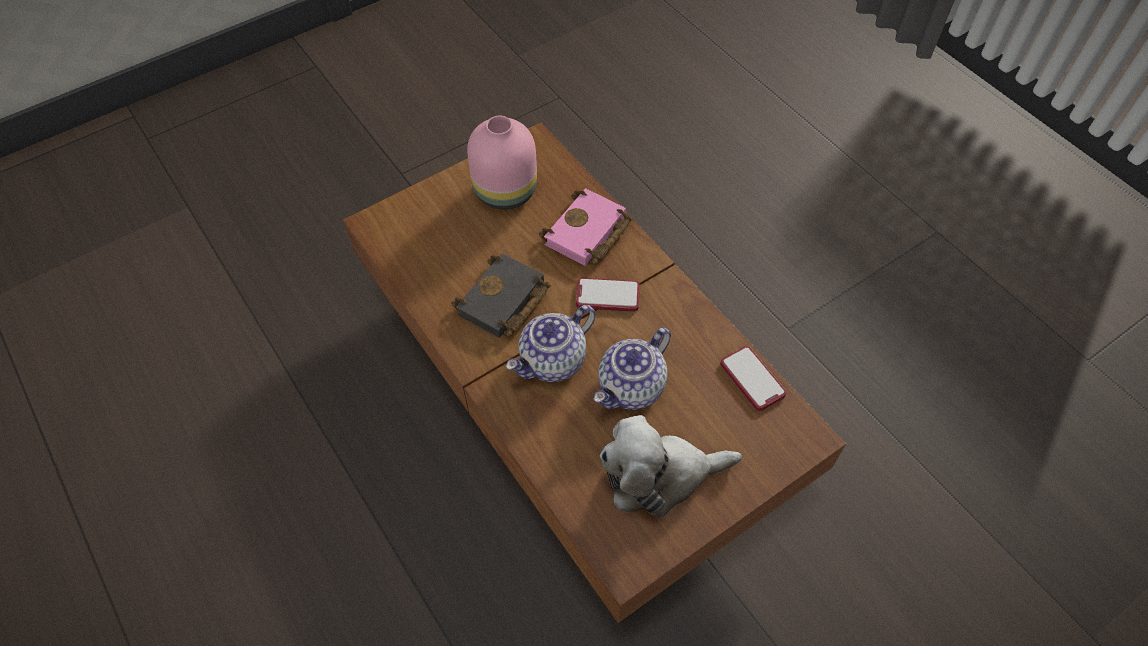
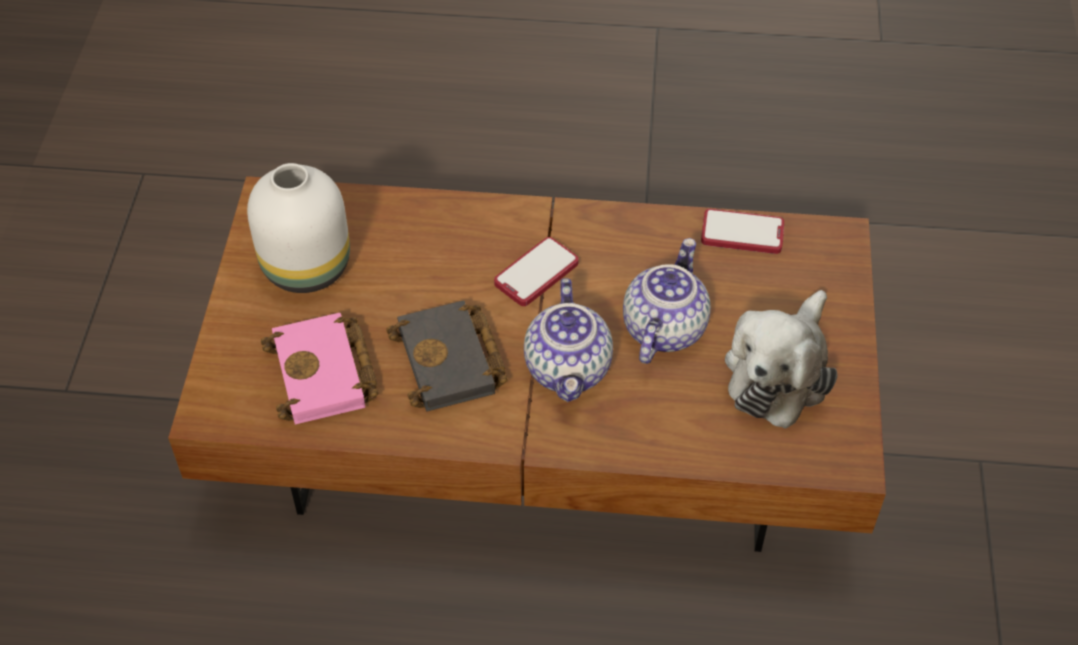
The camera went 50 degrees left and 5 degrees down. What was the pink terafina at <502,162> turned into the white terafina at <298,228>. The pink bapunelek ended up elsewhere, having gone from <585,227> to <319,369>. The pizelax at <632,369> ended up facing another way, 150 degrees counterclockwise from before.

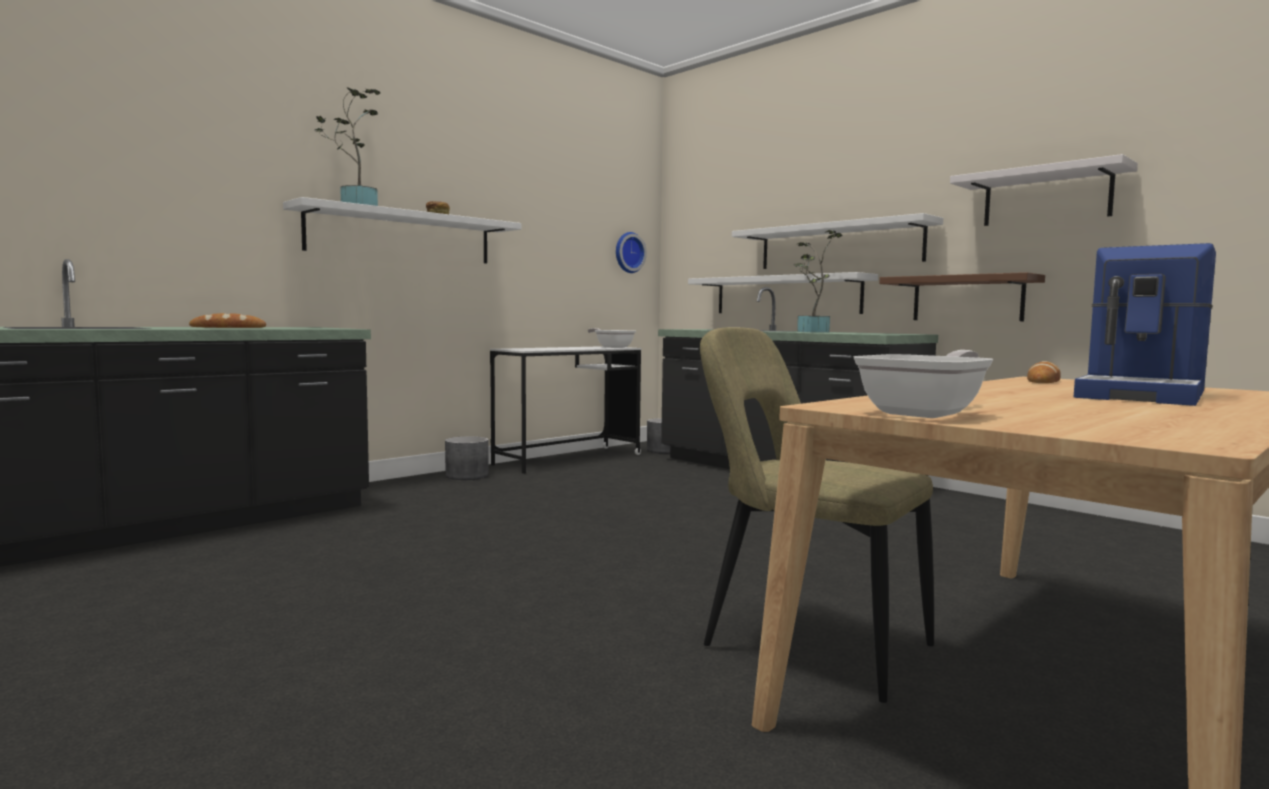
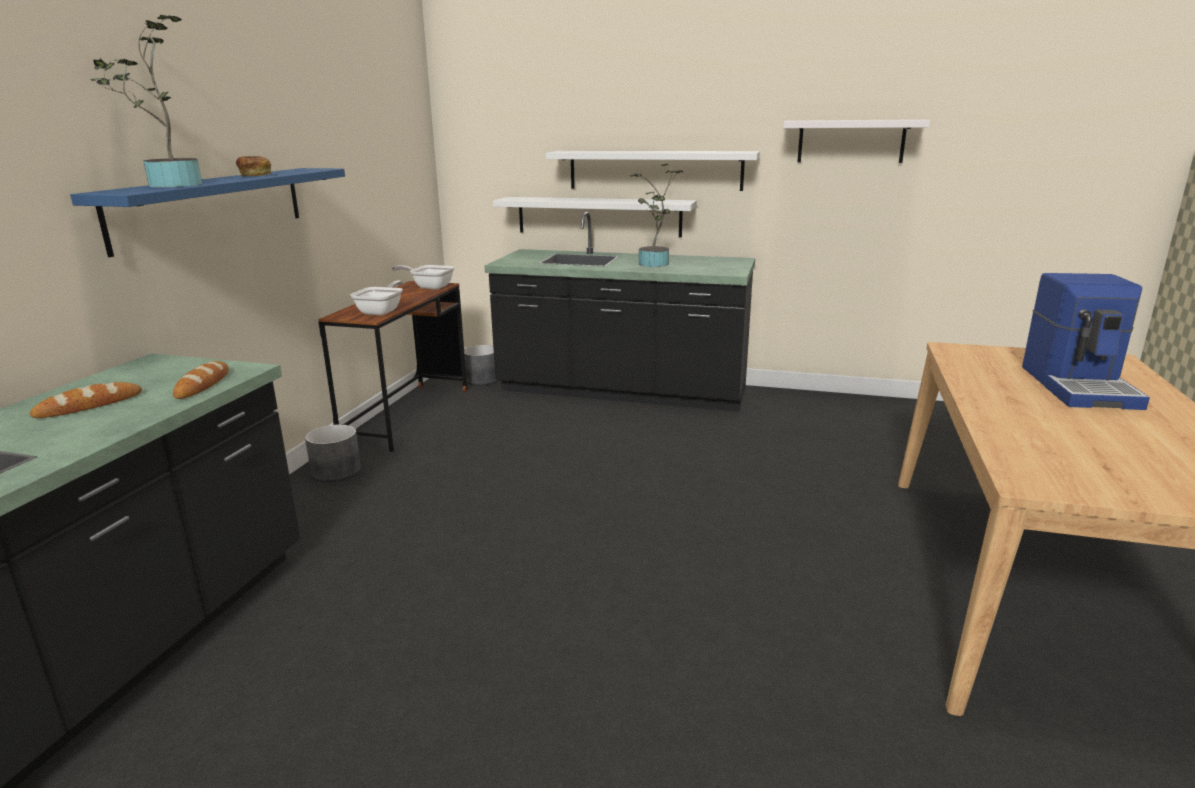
The camera went 30 degrees left and 15 degrees up. What was the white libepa at <402,230> turned into the blue libepa at <207,212>. The second view lost the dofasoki at <631,252>. The second view lost the brown libepa at <962,296>. The second view lost the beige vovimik at <817,515>. What was the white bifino at <565,410> turned into the brown bifino at <393,366>. The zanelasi ended up elsewhere, having gone from <923,384> to <376,298>. The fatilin ended up elsewhere, having gone from <1044,372> to <201,380>.

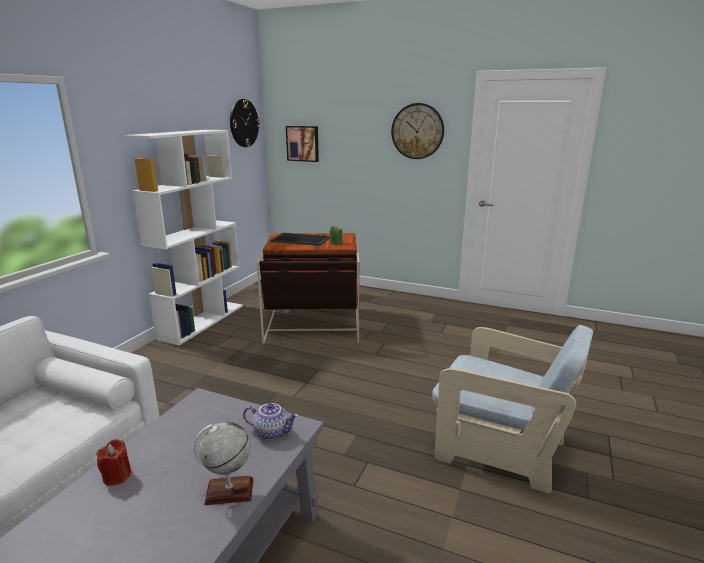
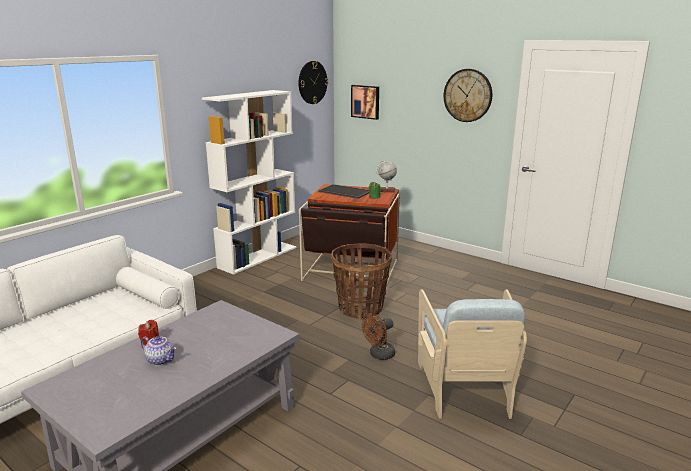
The camera went 15 degrees right and 0 degrees up. The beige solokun at <512,409> ended up facing another way, 45 degrees clockwise from before. The pizelax ended up elsewhere, having gone from <270,421> to <158,351>. The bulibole ended up elsewhere, having gone from <224,463> to <386,176>. The second view gained the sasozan at <361,281>. The second view gained the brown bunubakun at <378,336>.

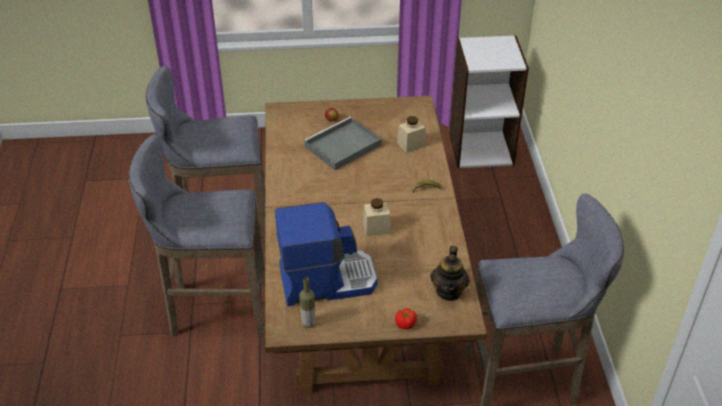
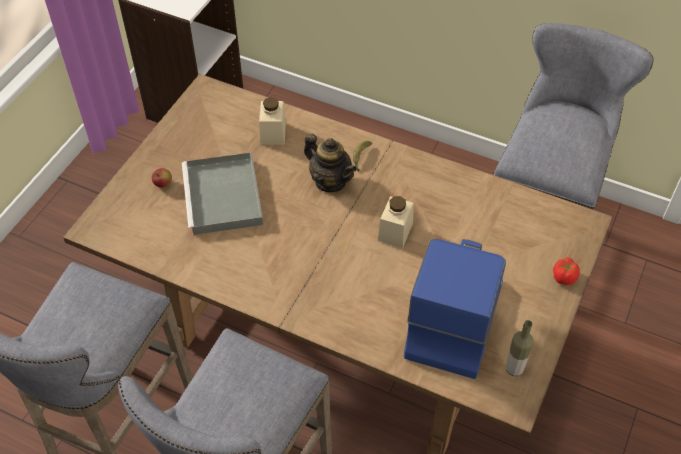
The camera went 60 degrees left and 10 degrees up. The pizelax ended up elsewhere, having gone from <450,273> to <330,162>.

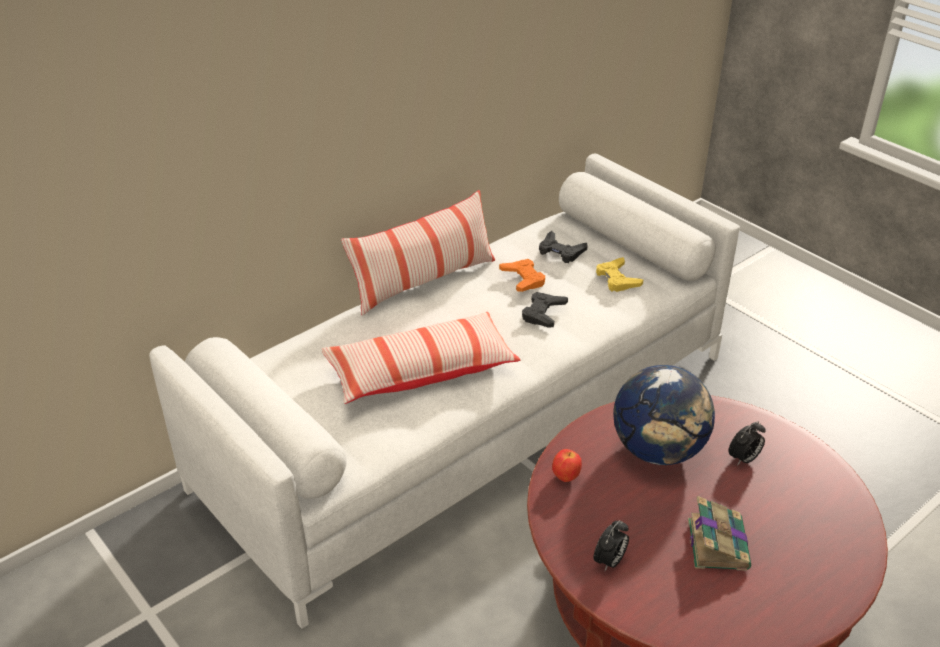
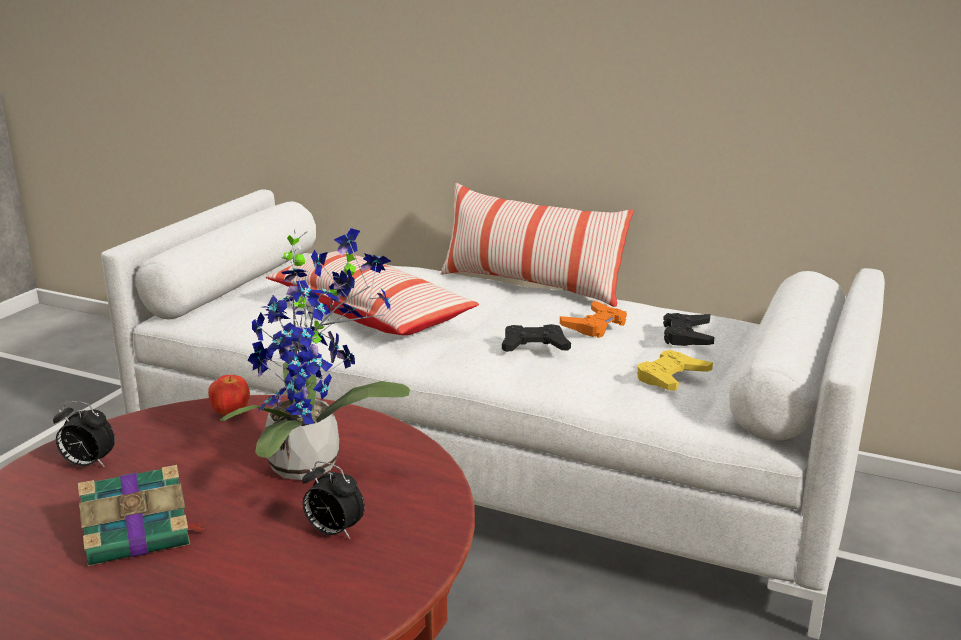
The camera went 65 degrees right and 15 degrees down. Where the bulibole stood at <664,415>, the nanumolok came to stand at <315,354>.

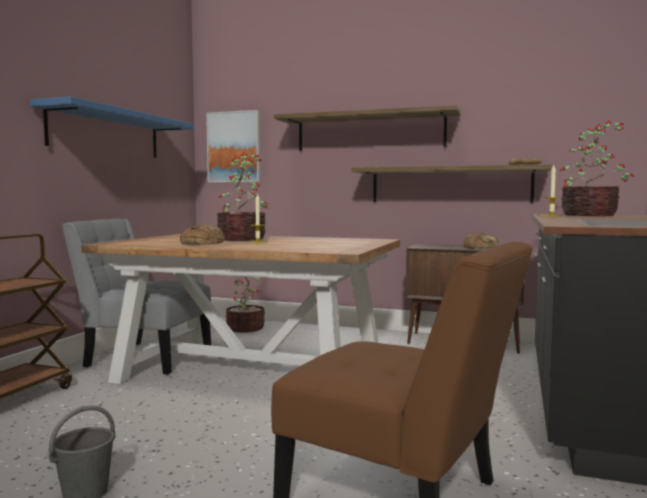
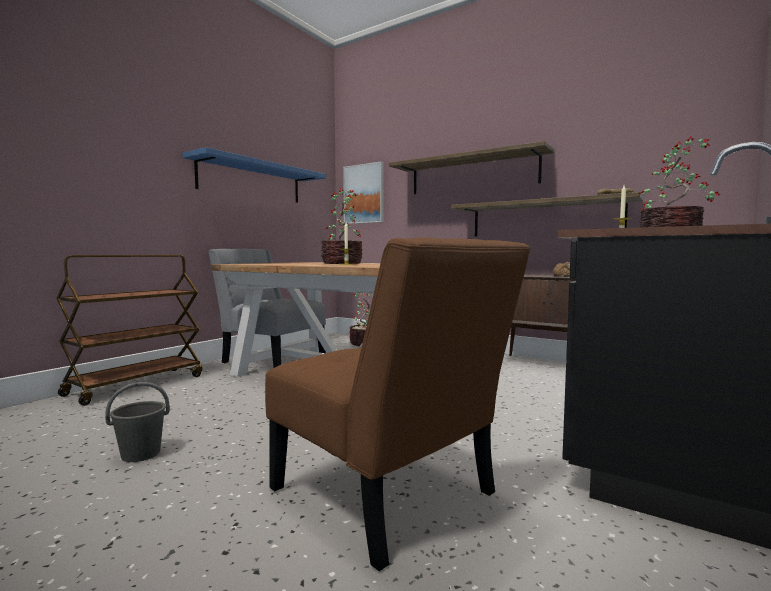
The camera went 15 degrees right and 0 degrees up. The second view lost the fatilin at <202,234>.

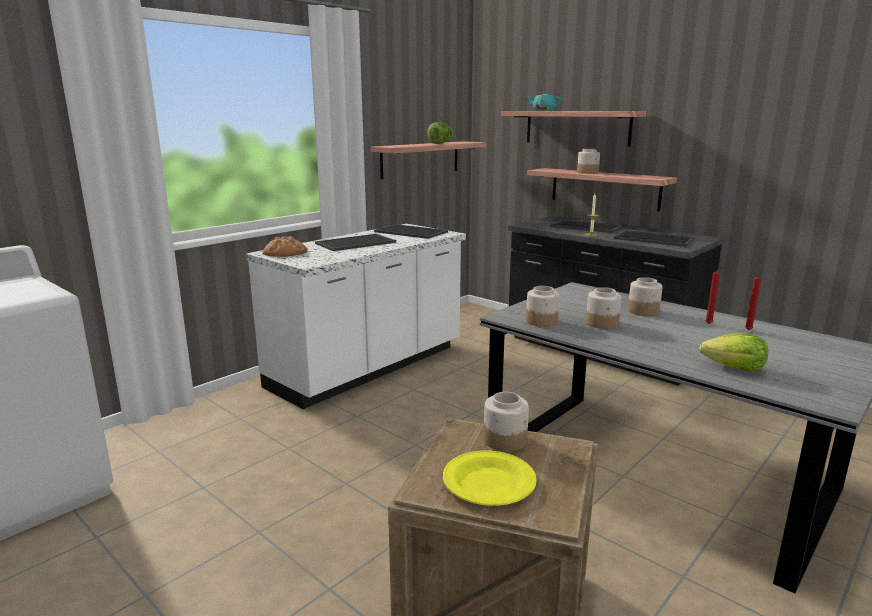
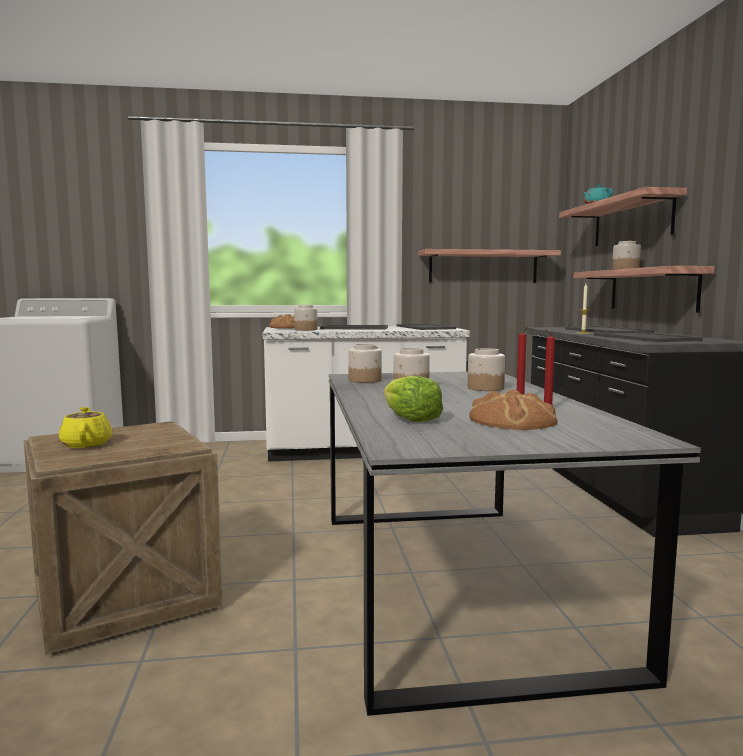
The camera went 40 degrees right and 10 degrees down. The second view lost the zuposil at <440,133>. The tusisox ended up elsewhere, having gone from <506,421> to <305,318>. Where the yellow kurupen stood at <490,478>, the yellow pizelax came to stand at <85,427>. The second view gained the fatilin at <513,409>.

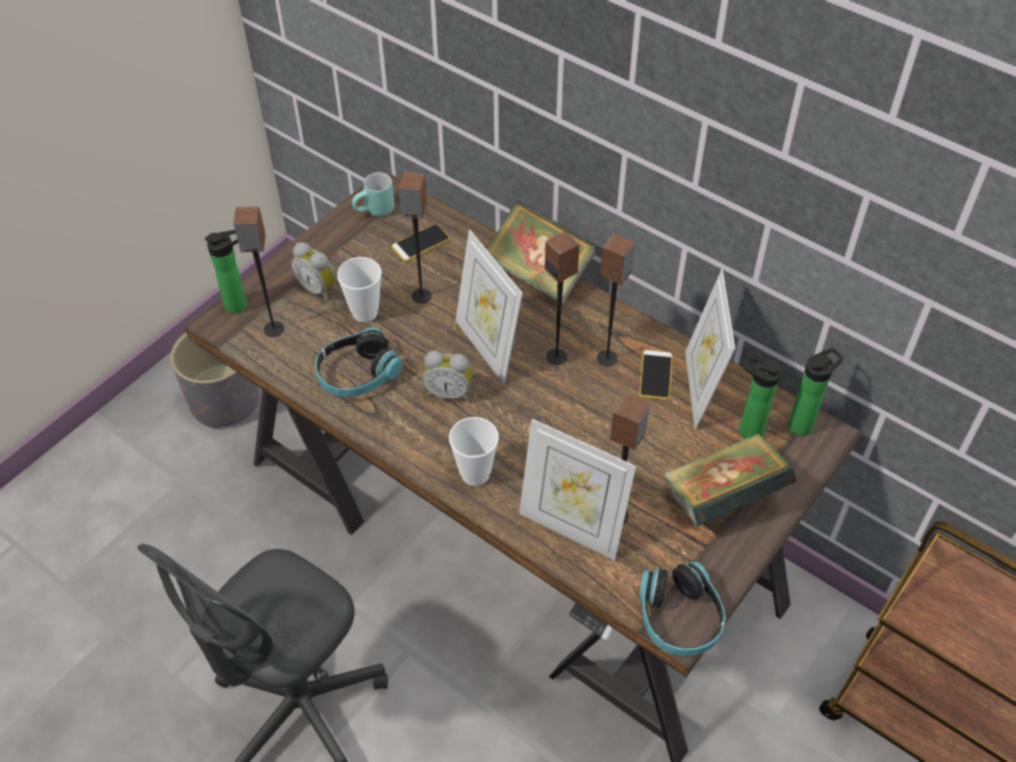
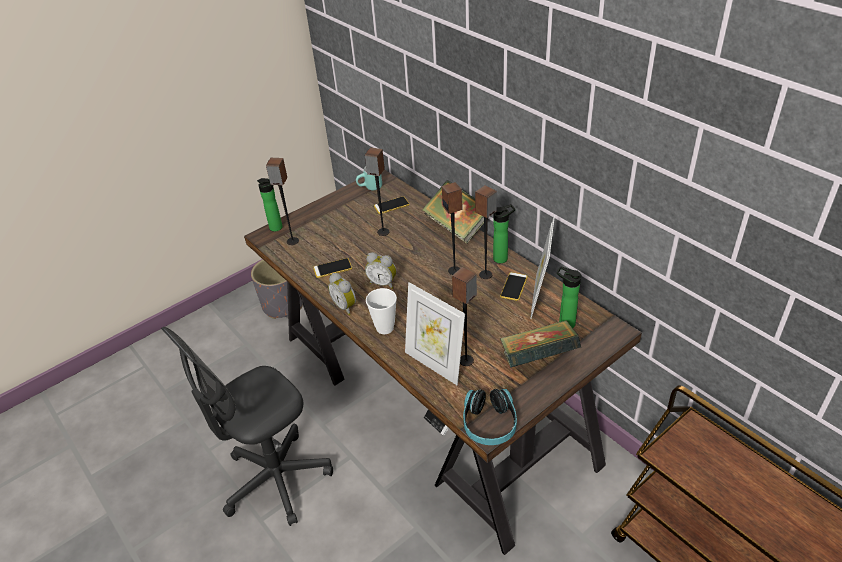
The camera went 15 degrees right and 10 degrees down. The second view lost the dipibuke at <489,307>. The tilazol ended up elsewhere, having gone from <313,271> to <342,294>. The second view lost the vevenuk at <359,289>. Where the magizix stood at <359,362>, the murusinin came to stand at <332,268>. The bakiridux ended up elsewhere, having gone from <816,391> to <504,233>.

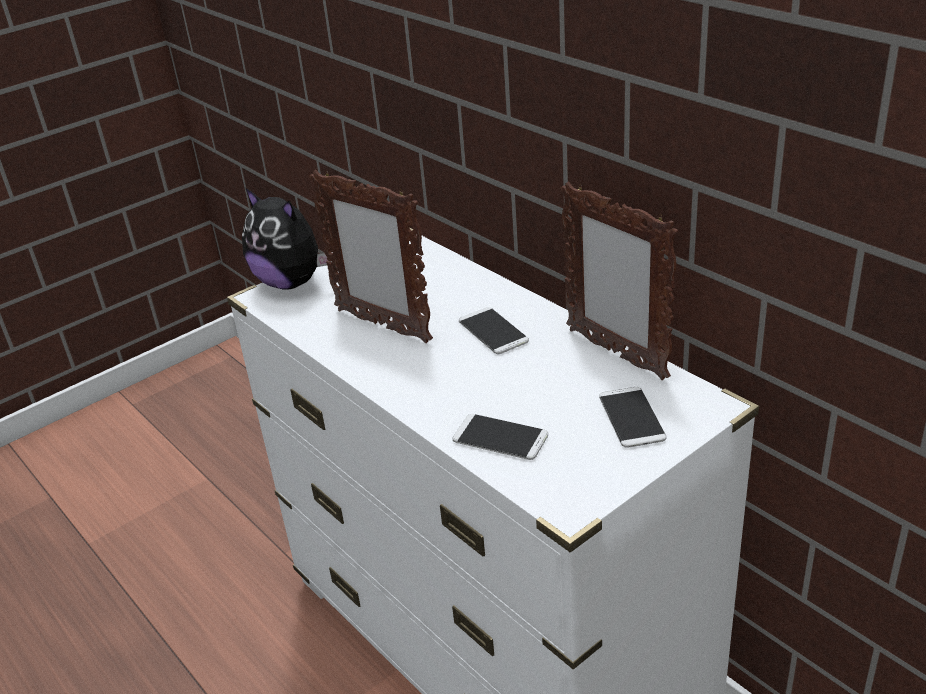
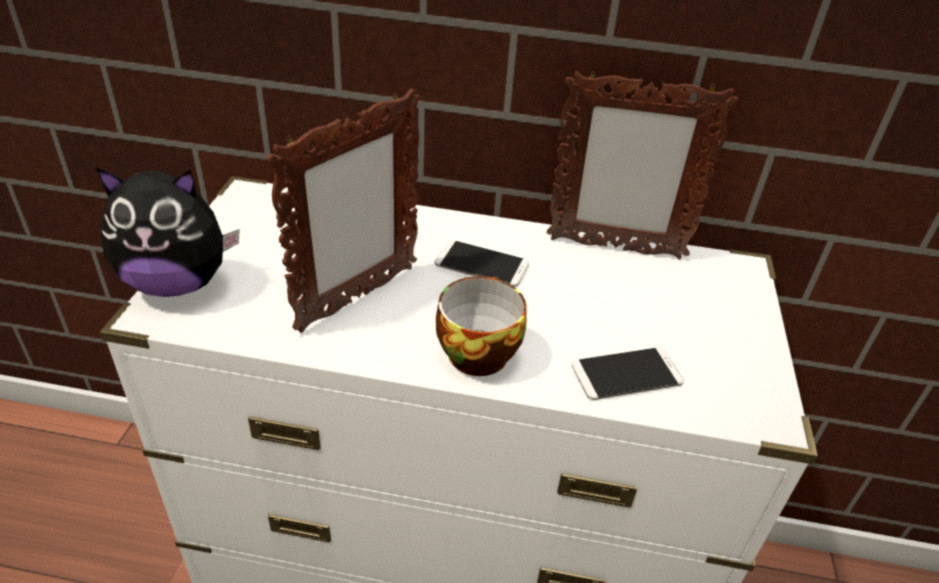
The camera went 45 degrees left and 5 degrees up. The dipibuke at <371,256> ended up facing another way, 45 degrees counterclockwise from before. The second view lost the murusinin at <632,417>. The second view gained the vevenuk at <481,326>.

